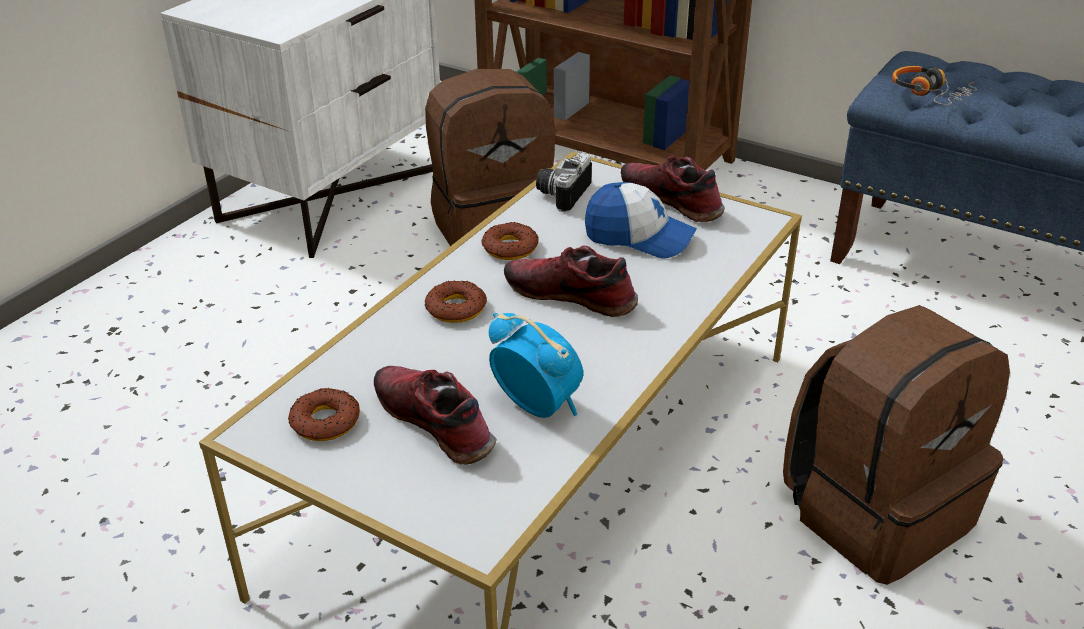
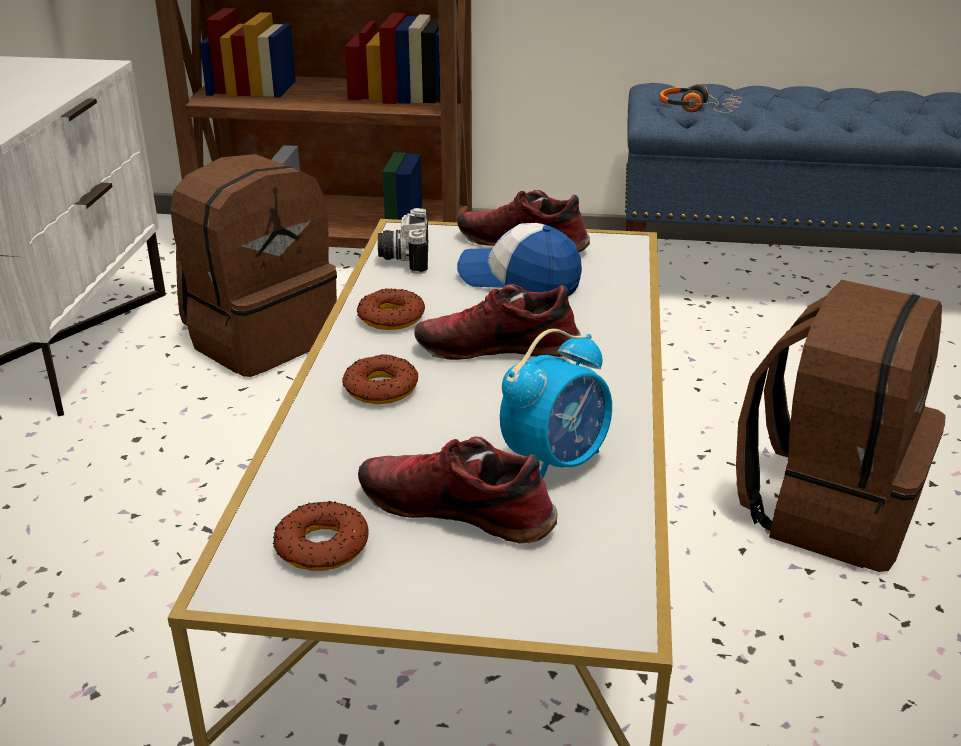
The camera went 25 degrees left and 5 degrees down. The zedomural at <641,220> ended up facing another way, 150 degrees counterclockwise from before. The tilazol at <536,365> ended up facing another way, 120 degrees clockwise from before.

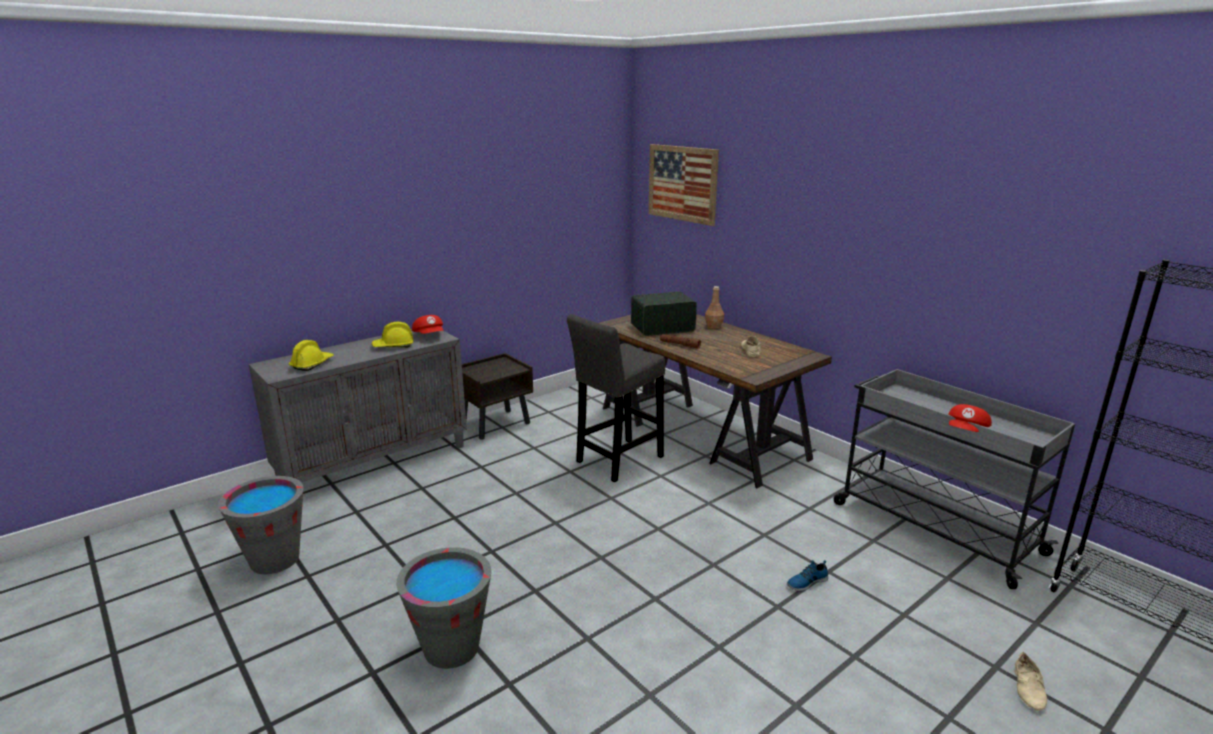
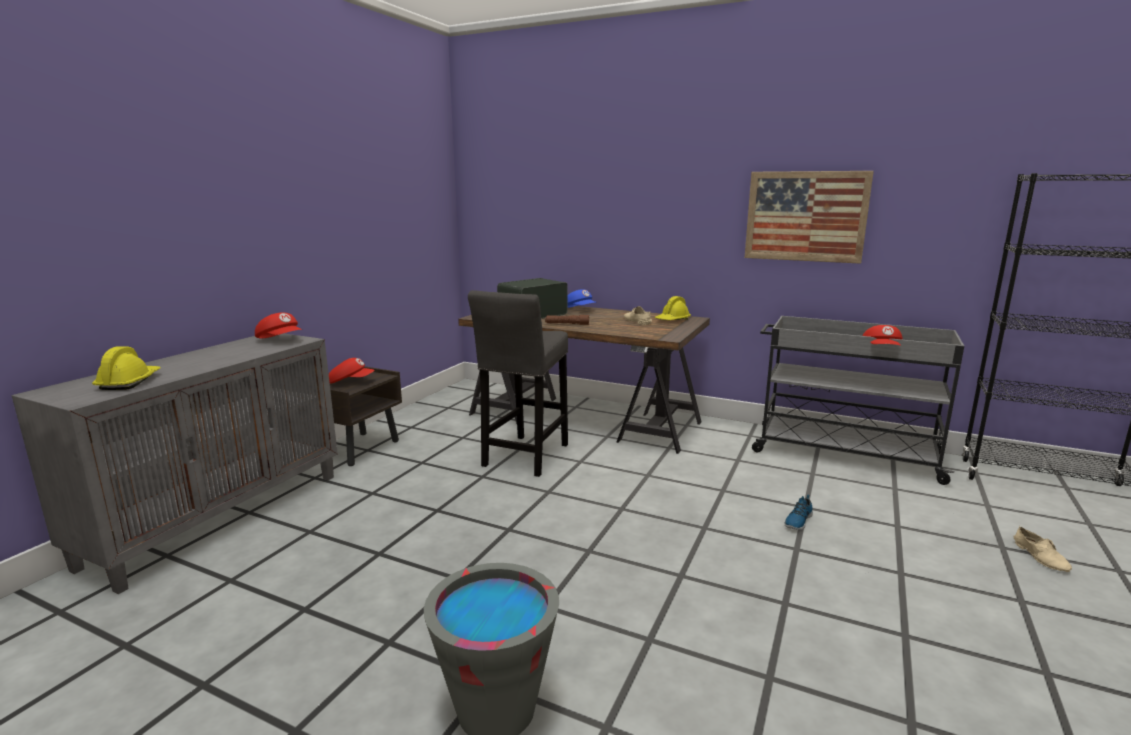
The camera went 25 degrees left and 5 degrees down. The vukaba ended up elsewhere, having gone from <683,185> to <809,217>. Where the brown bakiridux stood at <714,307>, the blue zedomural came to stand at <582,298>. The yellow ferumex ended up elsewhere, having gone from <392,335> to <673,308>. The second view lost the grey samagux at <261,525>. The second view gained the red zedomural at <351,371>.

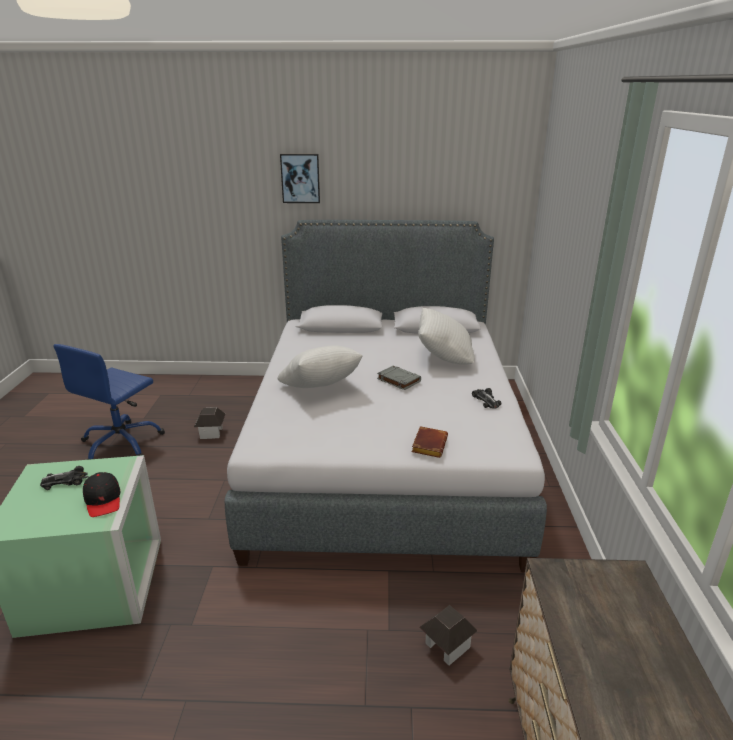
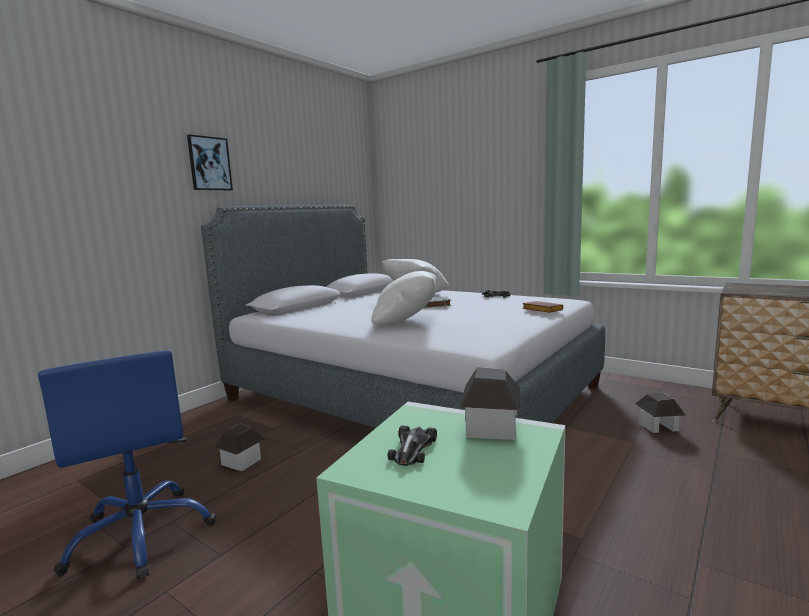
The camera went 55 degrees left and 15 degrees down. Where the black zedomural stood at <102,494>, the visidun came to stand at <490,403>.

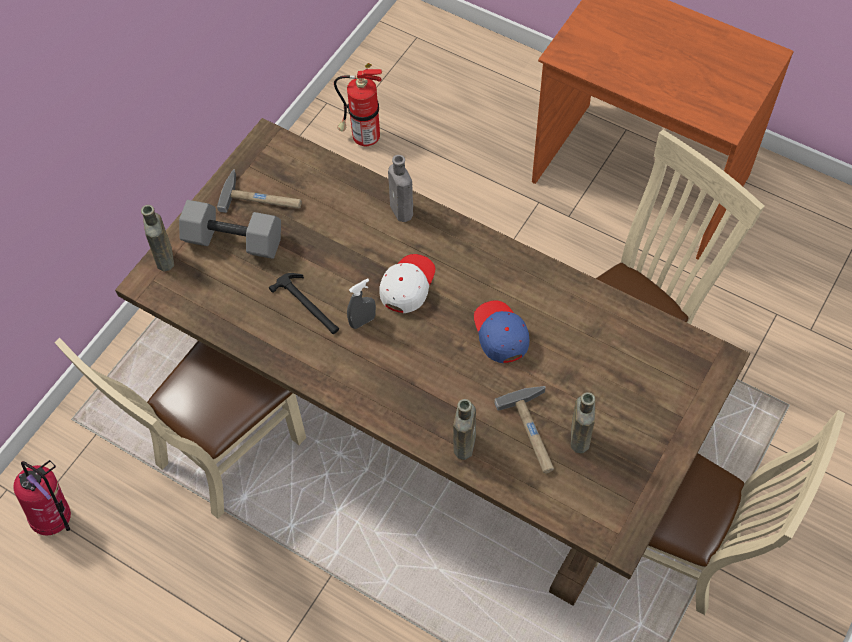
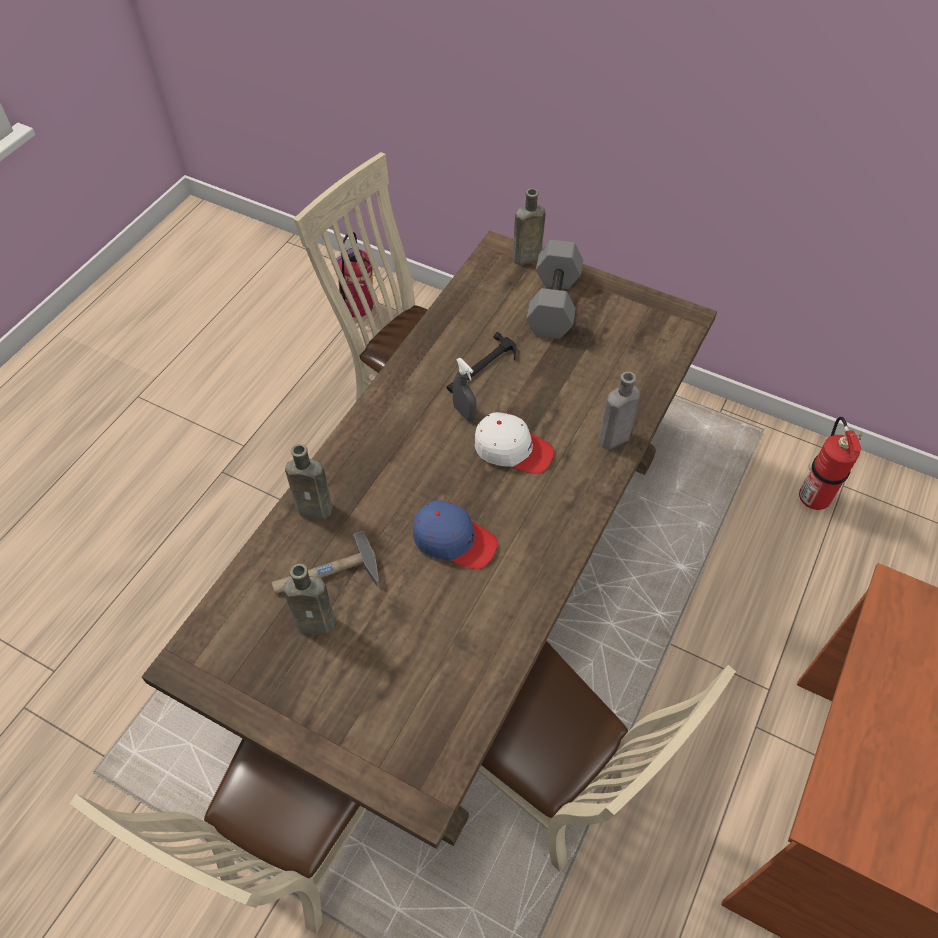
The camera went 85 degrees right and 5 degrees down. The second view lost the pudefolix at <259,191>. The blue zedomural at <501,332> ended up facing another way, 45 degrees clockwise from before.

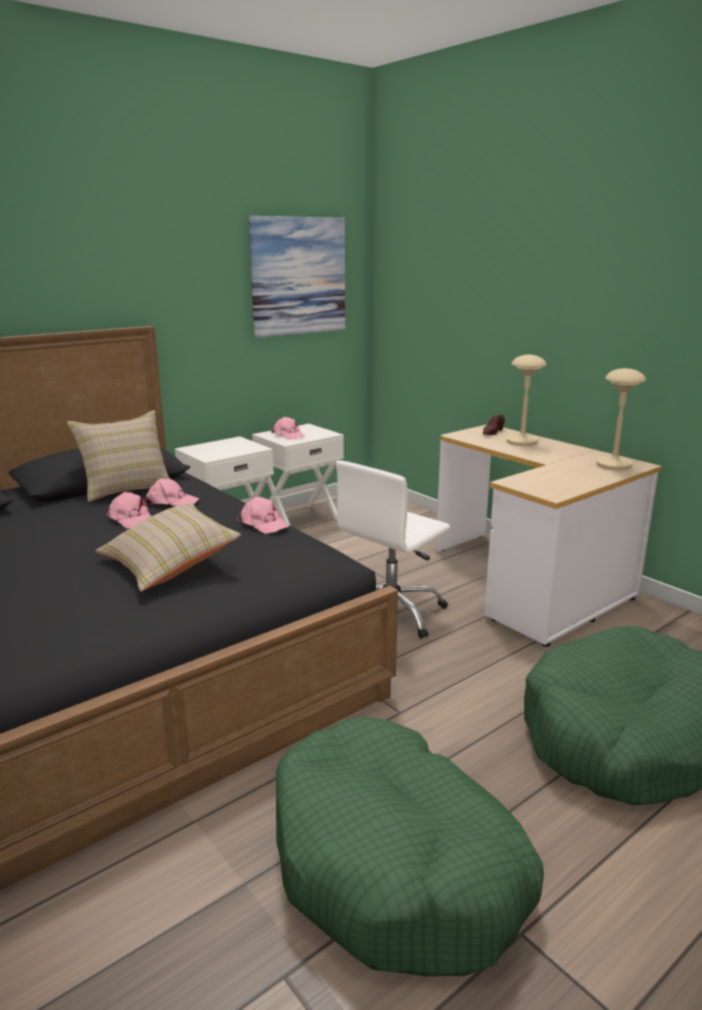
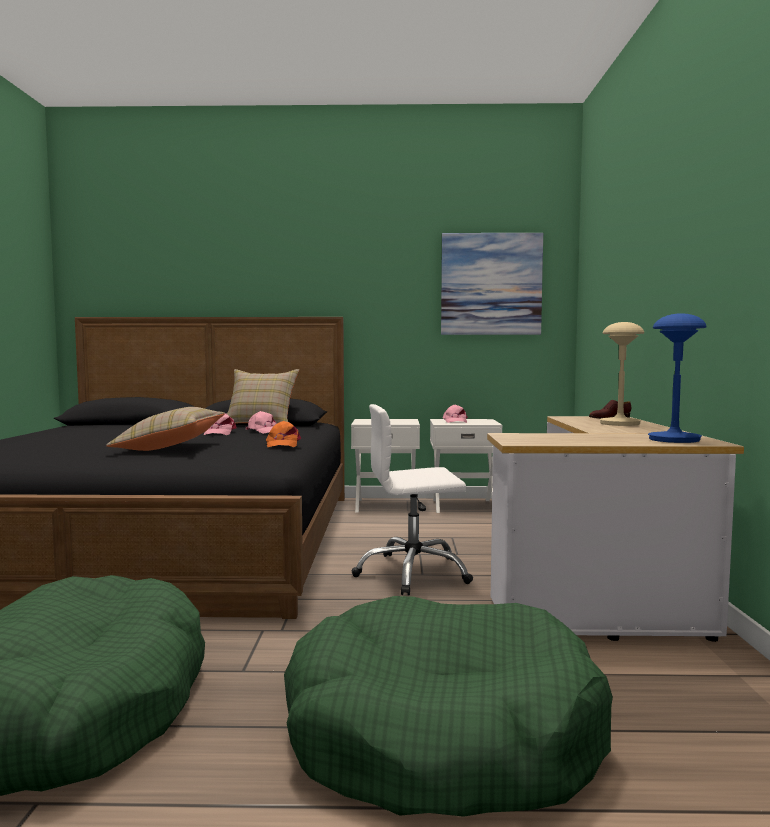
The camera went 40 degrees right and 15 degrees down. What was the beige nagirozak at <621,419> turned into the blue nagirozak at <677,378>. What was the pink zedomural at <263,515> turned into the orange zedomural at <283,434>.

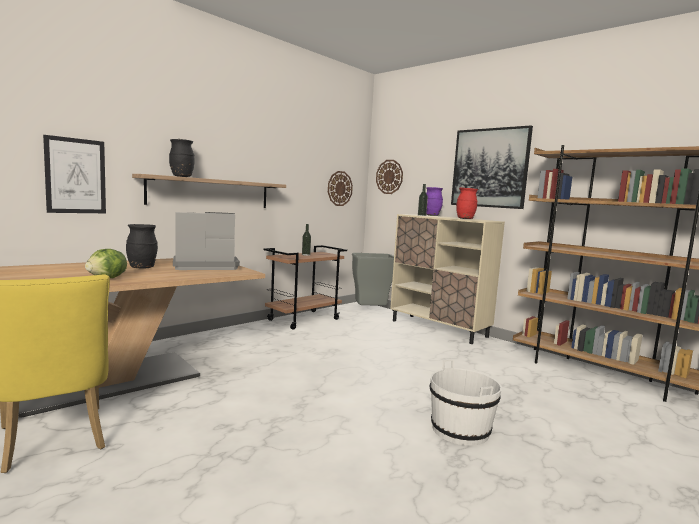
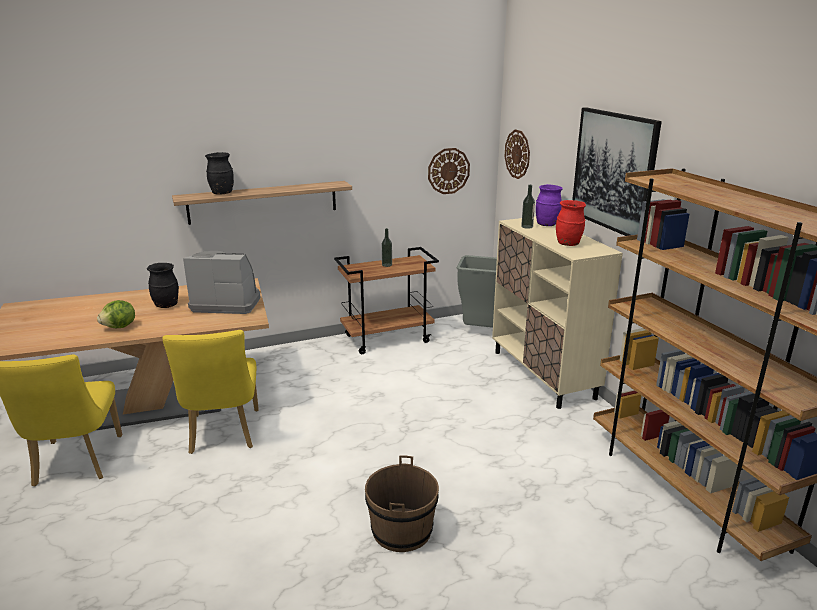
The camera went 25 degrees right and 15 degrees up. The second view lost the vukaba at <74,174>. What was the white samagux at <466,402> turned into the brown samagux at <402,503>. The second view gained the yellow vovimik at <210,392>.

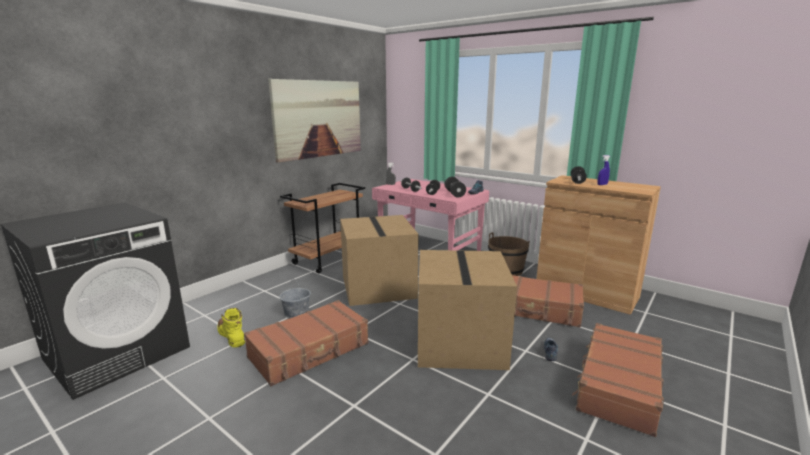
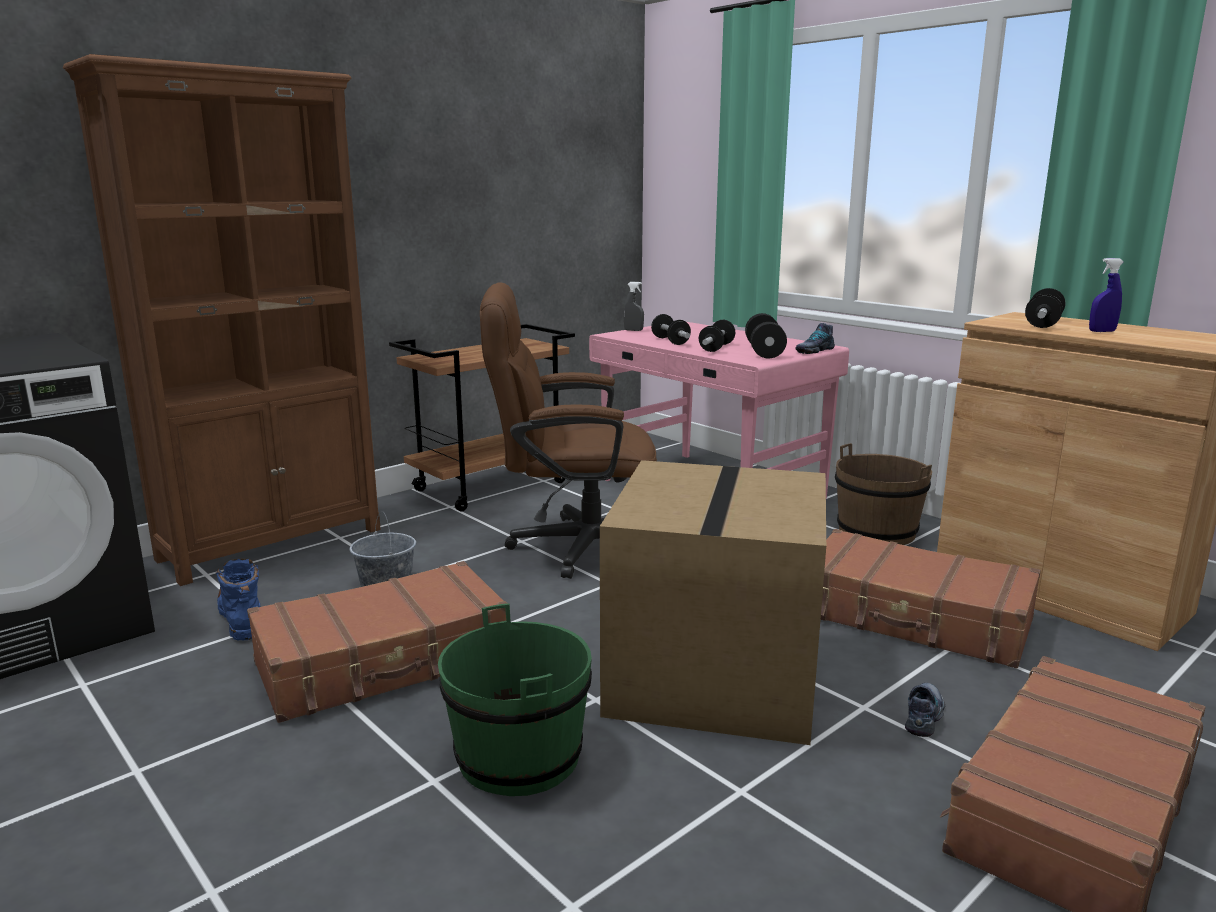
The camera went 10 degrees right and 0 degrees up. The second view lost the vukaba at <314,121>. Where the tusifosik stood at <379,260>, the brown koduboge came to stand at <568,430>. What was the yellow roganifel at <231,328> turned into the blue roganifel at <238,599>. The second view gained the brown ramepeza at <222,320>. The second view gained the green samagux at <515,699>.

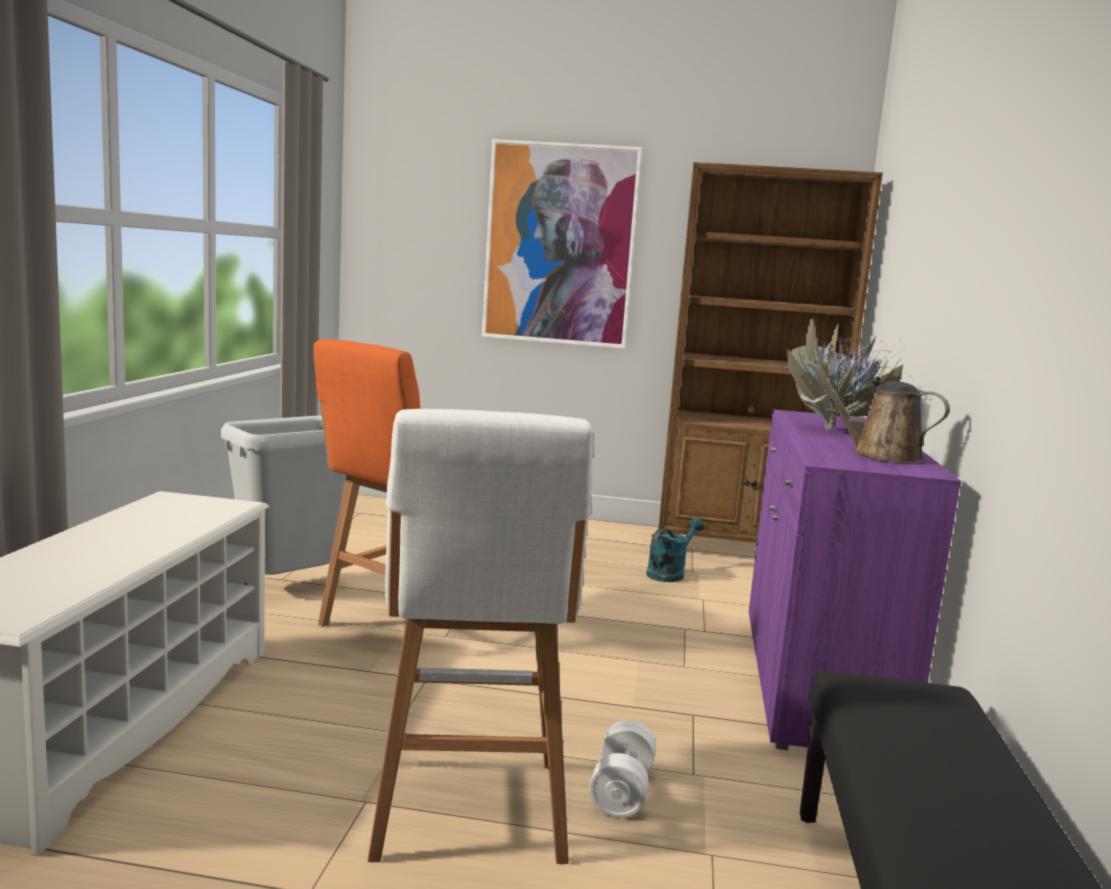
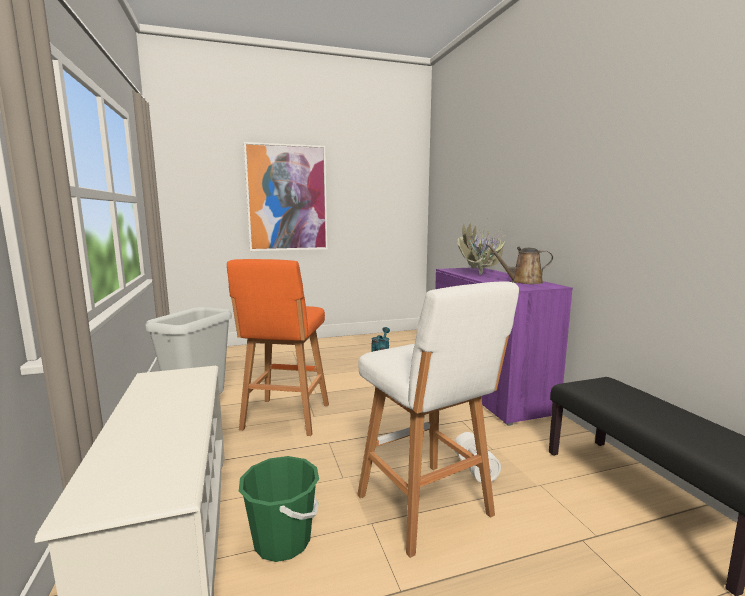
The camera went 25 degrees left and 0 degrees up. The second view lost the brown ramepeza at <770,352>. The second view gained the green samagux at <279,509>.

